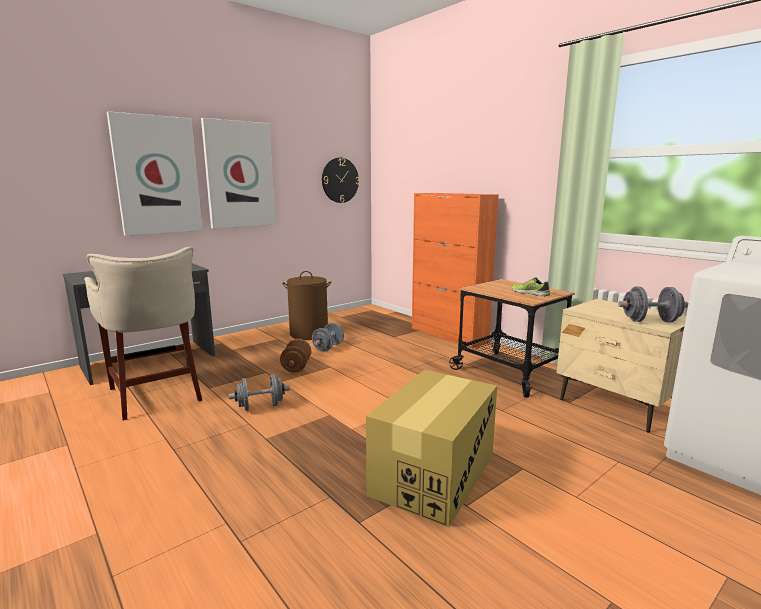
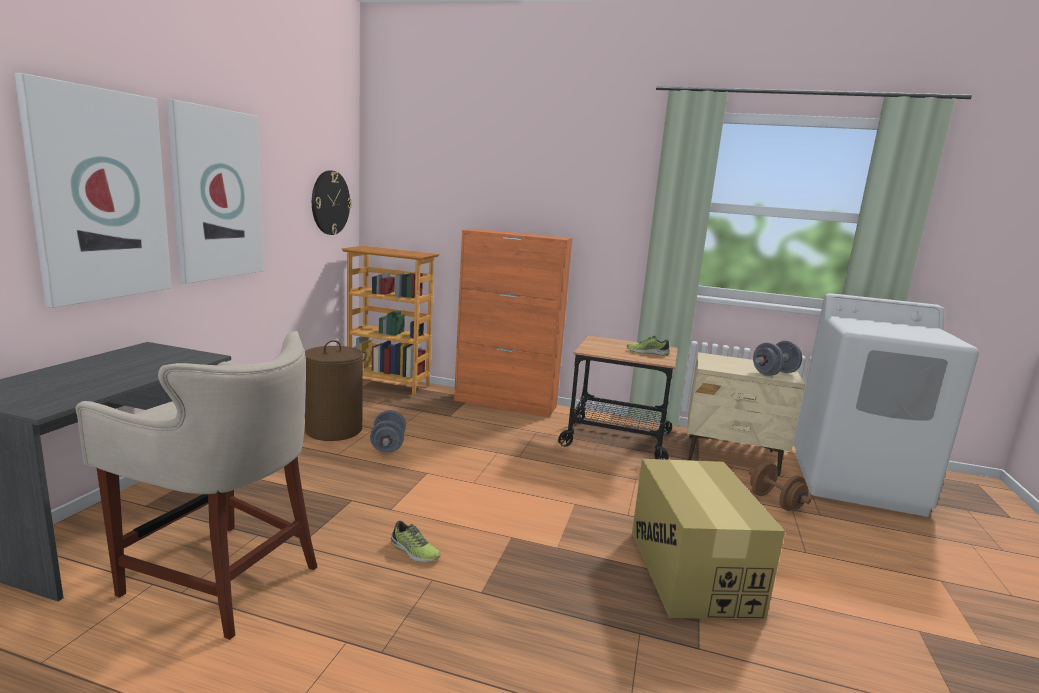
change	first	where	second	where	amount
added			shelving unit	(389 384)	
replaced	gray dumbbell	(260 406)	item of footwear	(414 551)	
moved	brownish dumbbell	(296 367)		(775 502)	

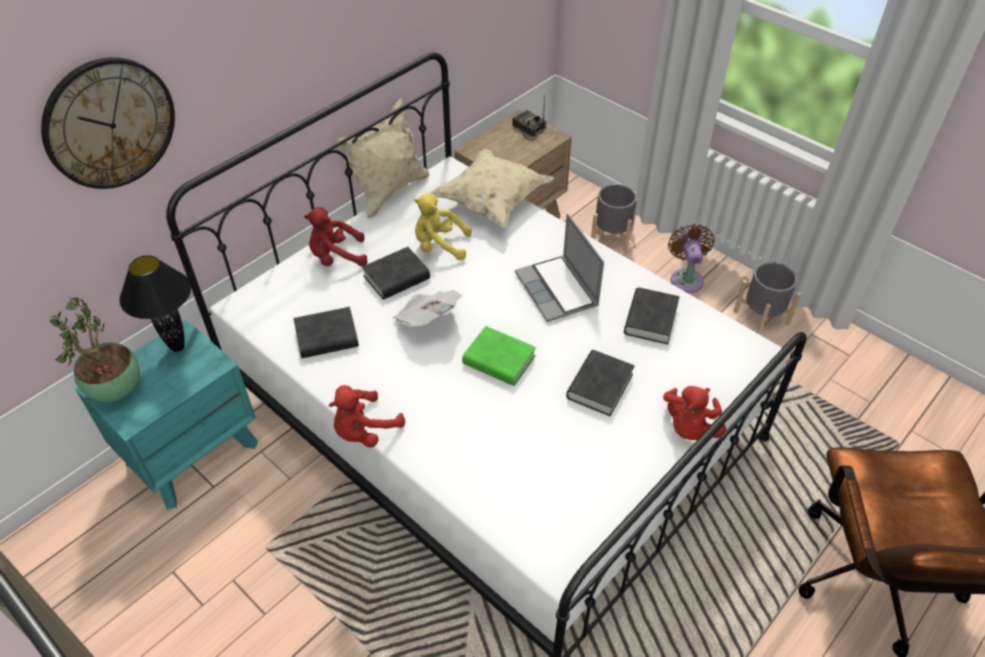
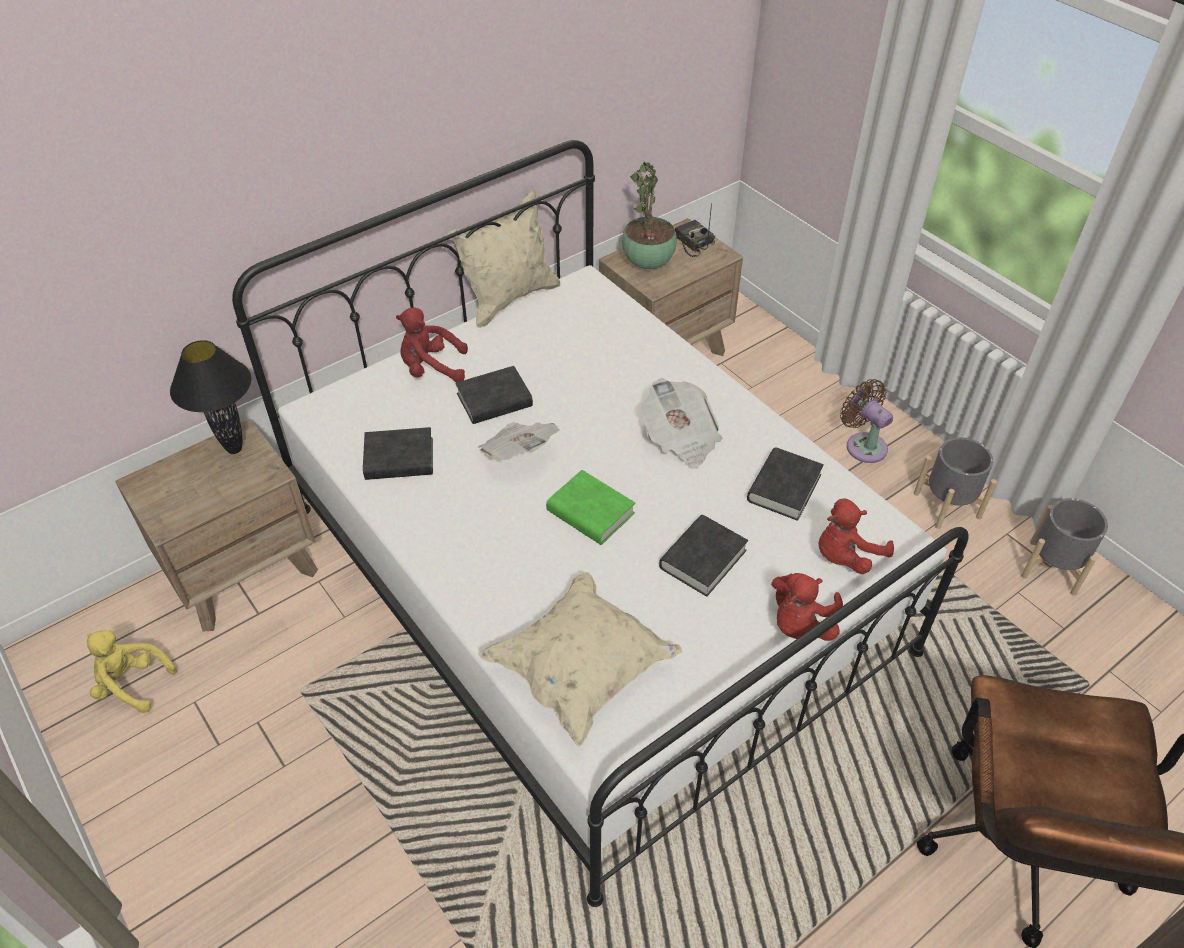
change	first	where	second	where	amount
moved	yellow-coloured soft toy	(439 246)		(132 684)	
recoloured	blue-green night table	(193 452)	brownish night table	(244 571)	
moved	beige-coloured pillow	(492 202)		(581 670)	
moved	potted plant	(116 391)		(648 264)	
replaced	notebook computer	(558 290)	printed paper	(680 439)	
moved	red soft toy	(364 431)		(845 555)	
turned	brownish fan	(686 278)		(863 445)	45 degrees counterclockwise
moved	gray plant pot	(611 237)		(1052 567)	
removed	clock on the wall	(109 123)			

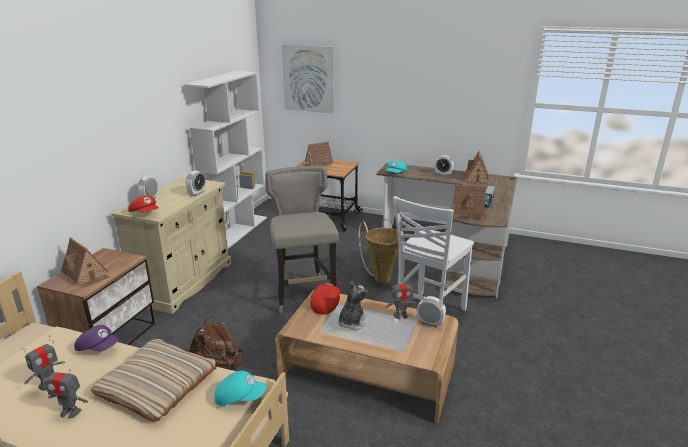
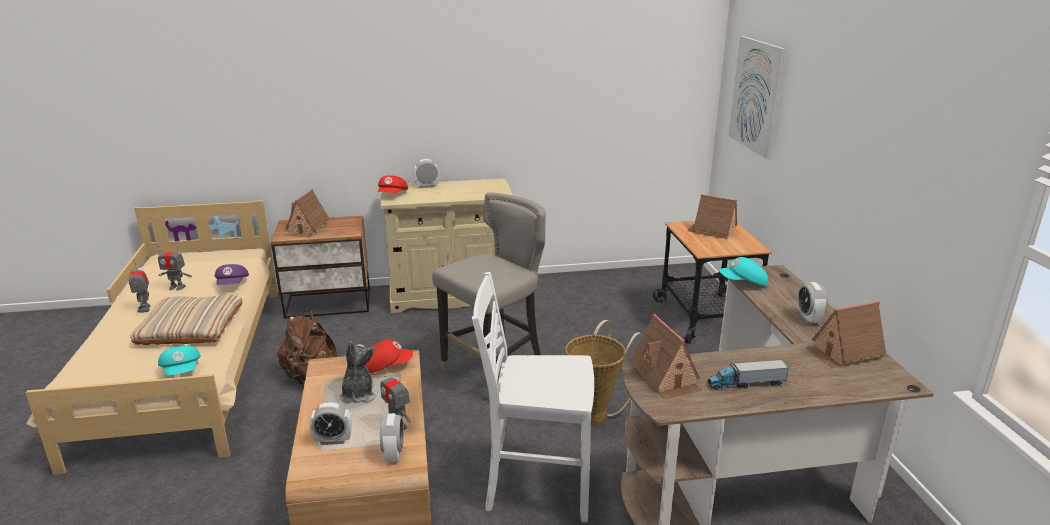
change	first	where	second	where	amount
moved	alarm clock	(197 193)		(333 440)	
turned	soft toy	(351 322)		(358 395)	90 degrees counterclockwise
removed	white shelving unit	(237 231)			

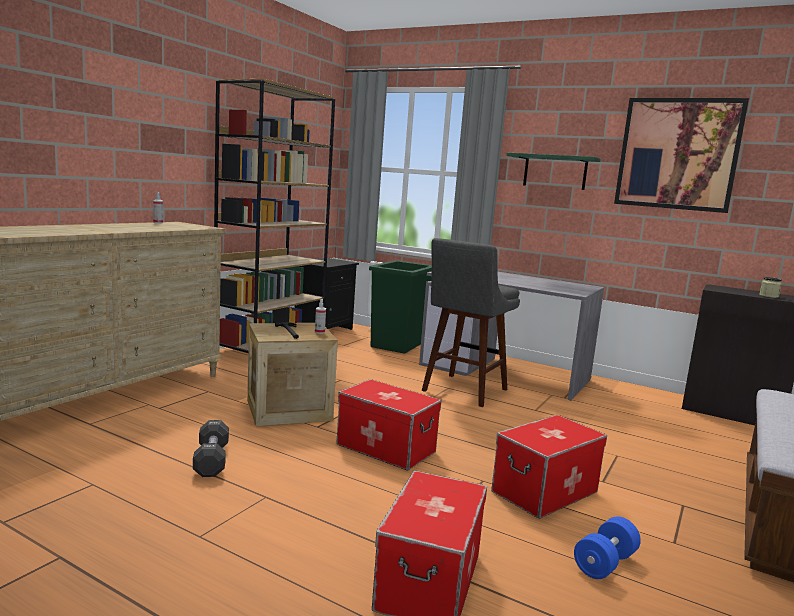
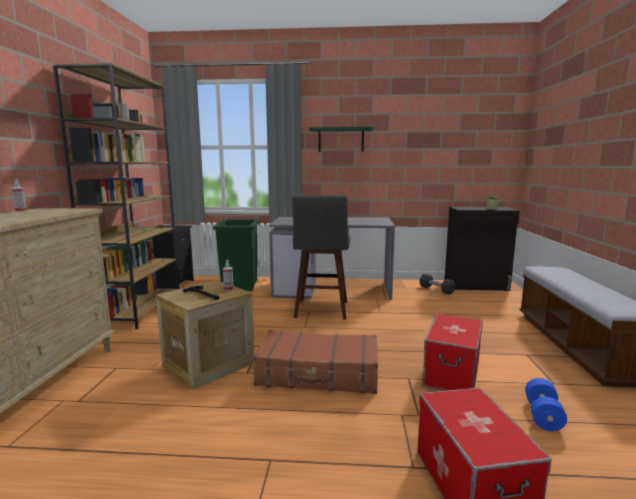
change	first	where	second	where	amount
replaced	storage container	(386 448)	brownish travel case	(318 374)	
moved	black dumbbell	(211 460)		(436 290)	
removed	picture	(678 154)			

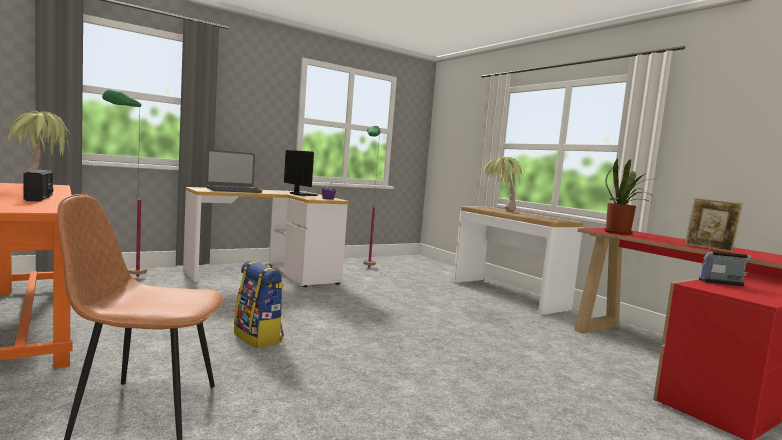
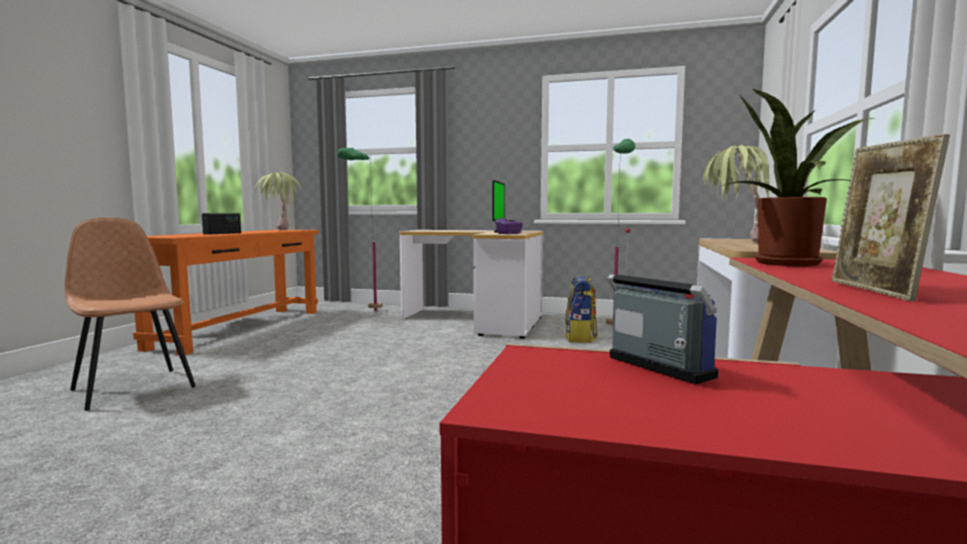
change	first	where	second	where	amount
moved	backpack	(259 337)		(580 338)	
removed	notebook computer	(233 190)			

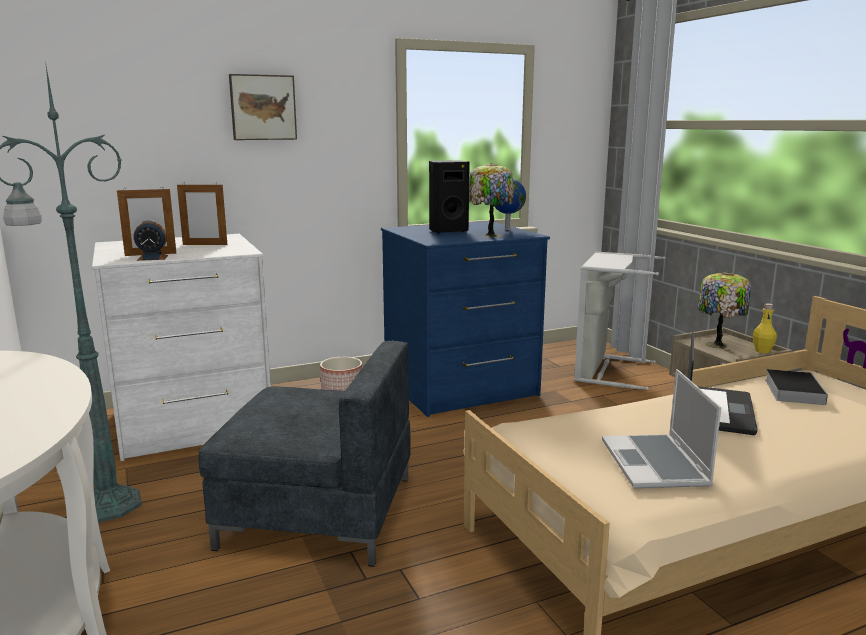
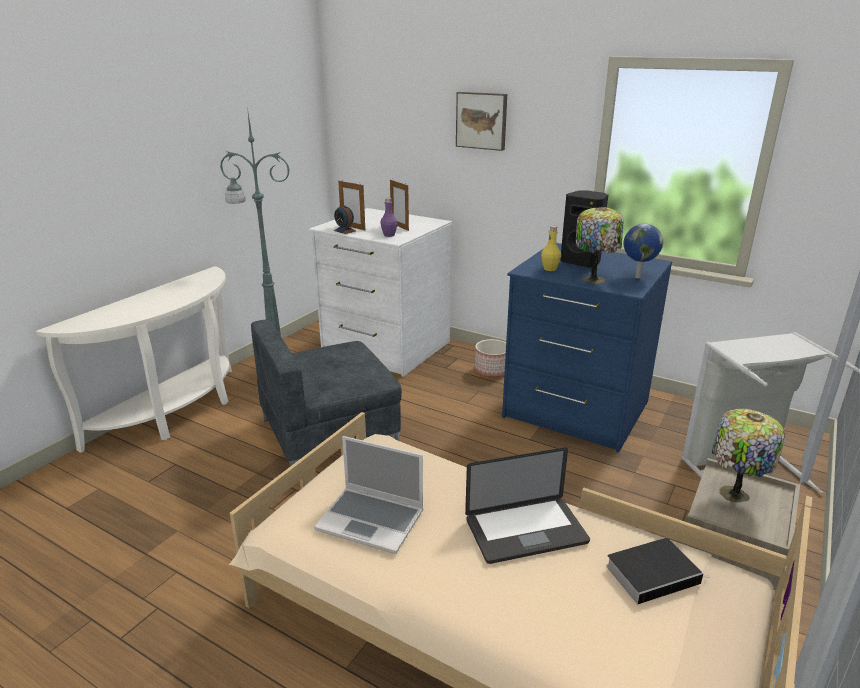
change	first	where	second	where	amount
turned	gray armchair	(317 510)		(331 433)	90 degrees clockwise
turned	notebook computer	(656 464)		(372 520)	120 degrees counterclockwise
added			purple drink bottle	(389 235)	
moved	yellow-coloured drink bottle	(762 351)		(550 269)	

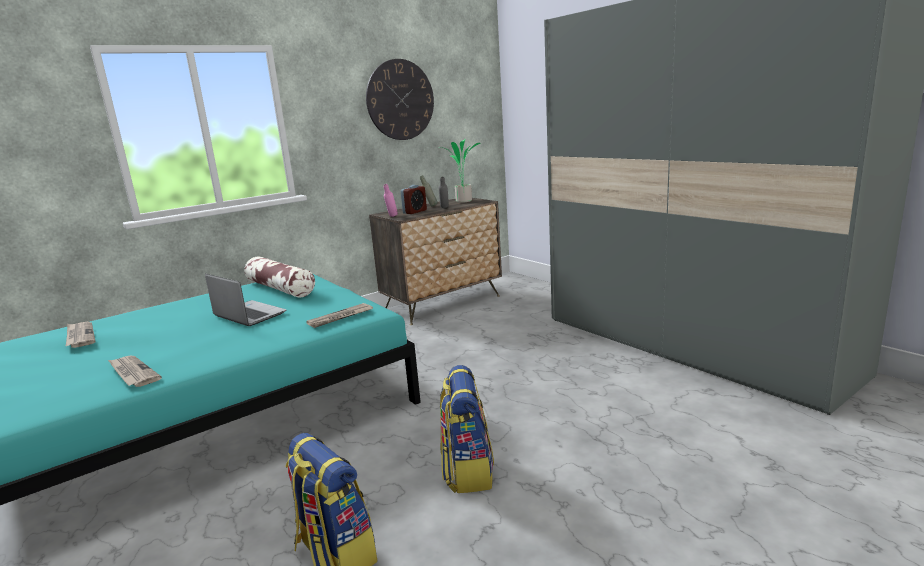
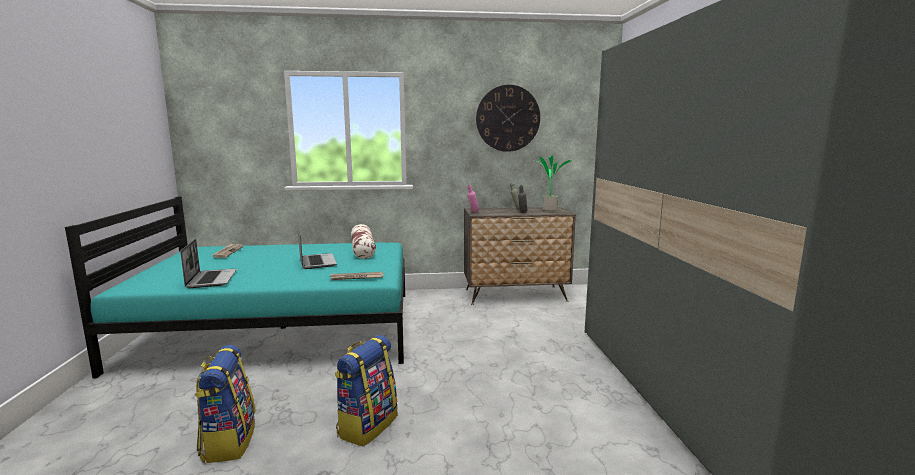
change	first	where	second	where	amount
replaced	printed paper	(133 373)	notebook computer	(211 279)	
removed	alarm clock	(415 212)			

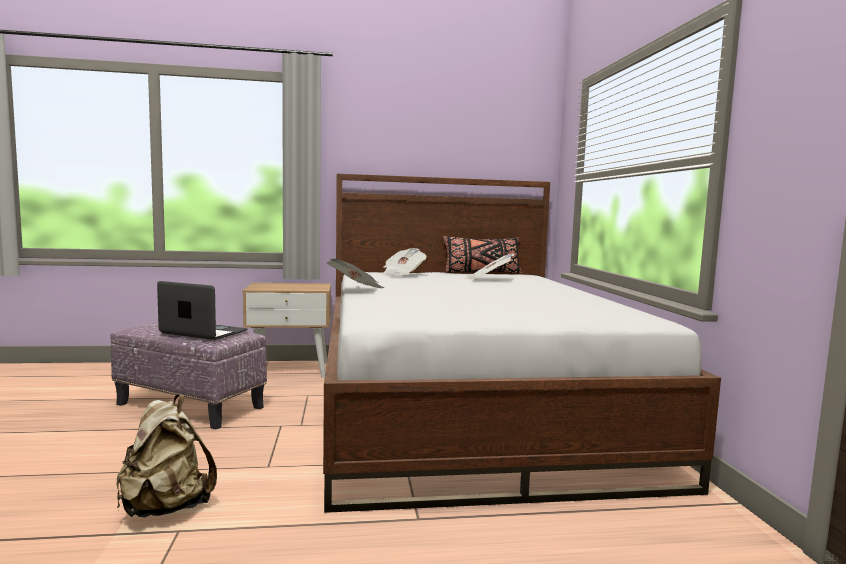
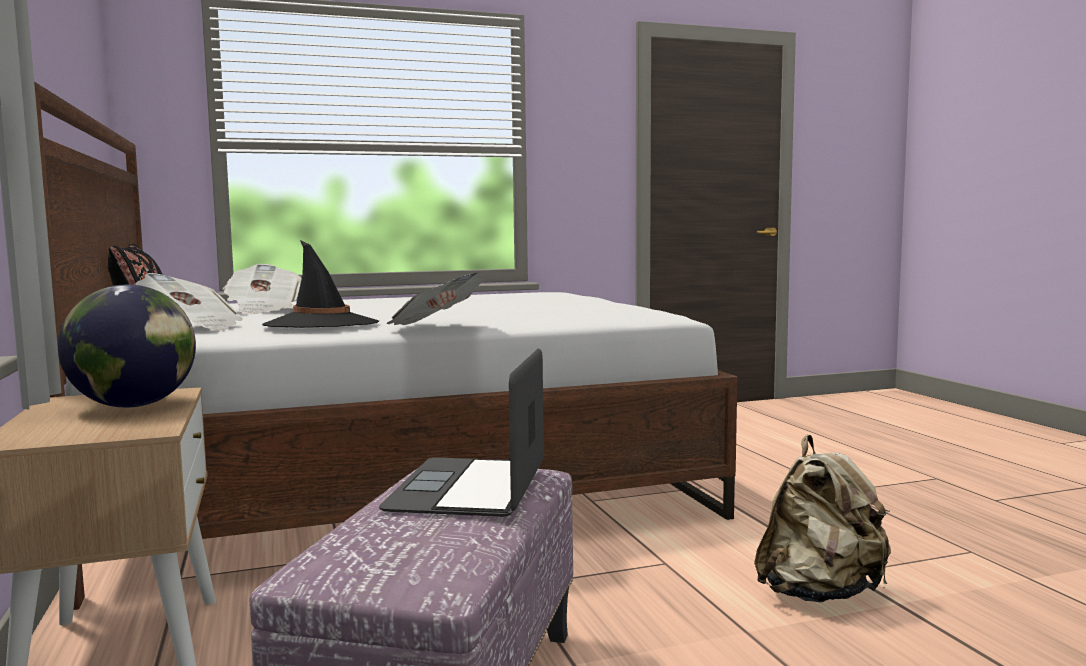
change	first	where	second	where	amount
added			world globe	(134 406)	
added			black wearable hat	(321 325)	

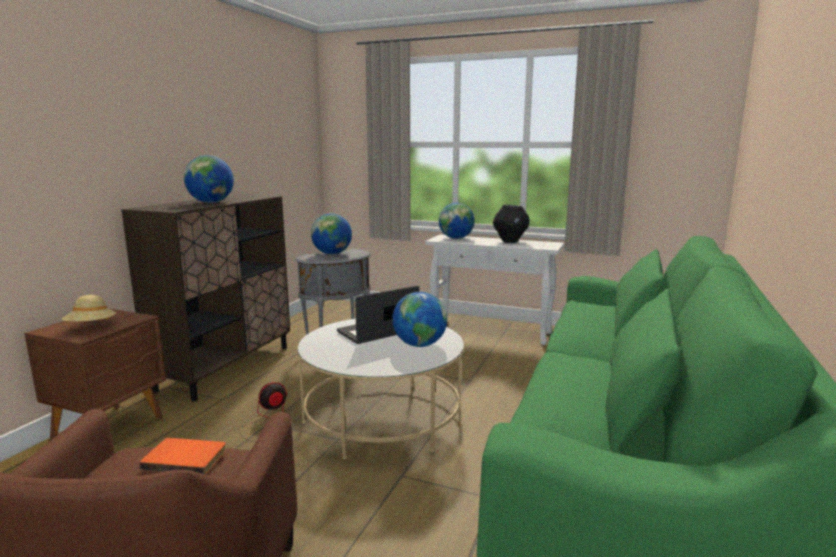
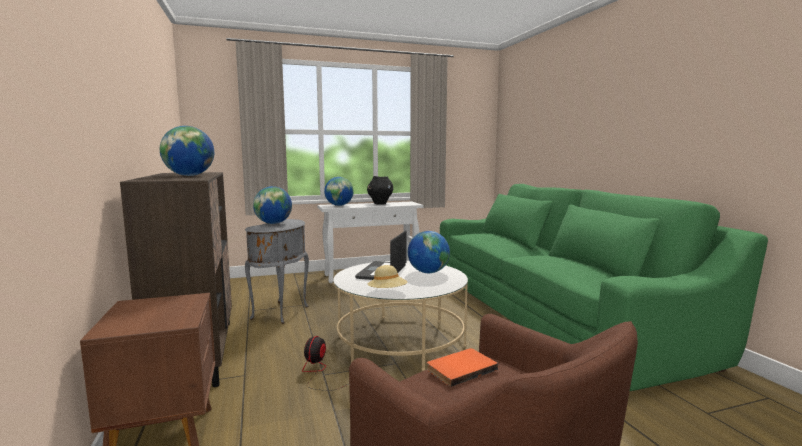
change	first	where	second	where	amount
moved	beige-coloured wearable hat	(91 327)		(387 292)	

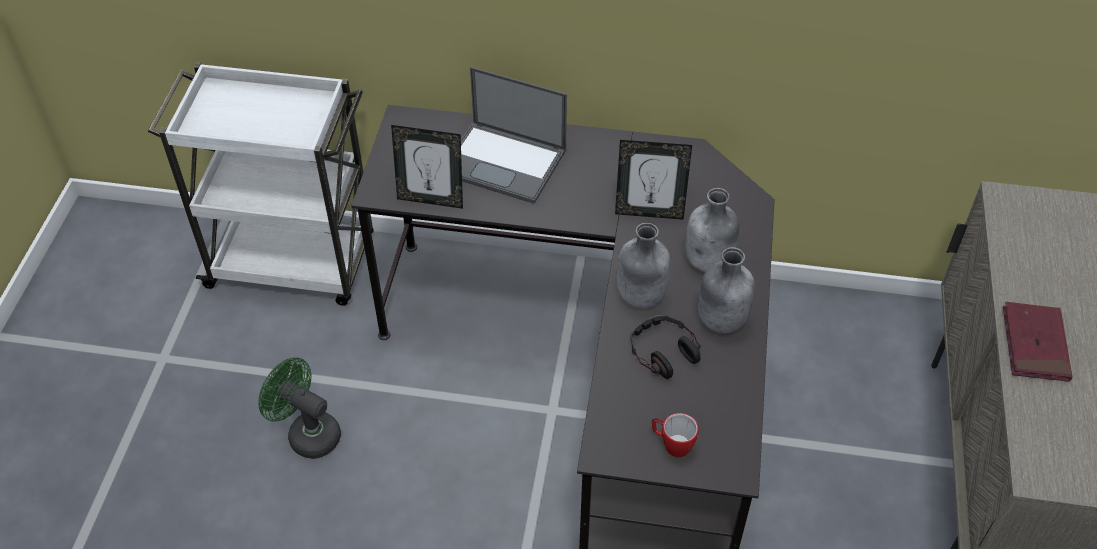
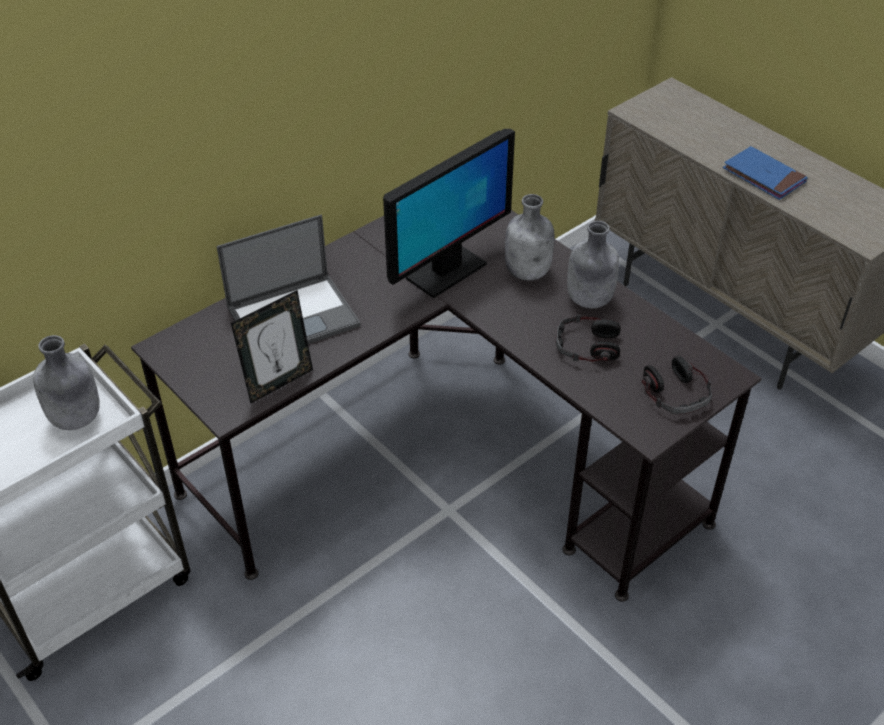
change	first	where	second	where	amount
moved	gray drink bottle	(640 296)		(76 419)	
replaced	photo frame	(649 212)	computer screen	(445 272)	
replaced	coffee mug	(672 444)	headphones	(676 393)	
recoloured	red book	(1034 344)	bluish book	(763 176)	
removed	green fan	(307 433)			

